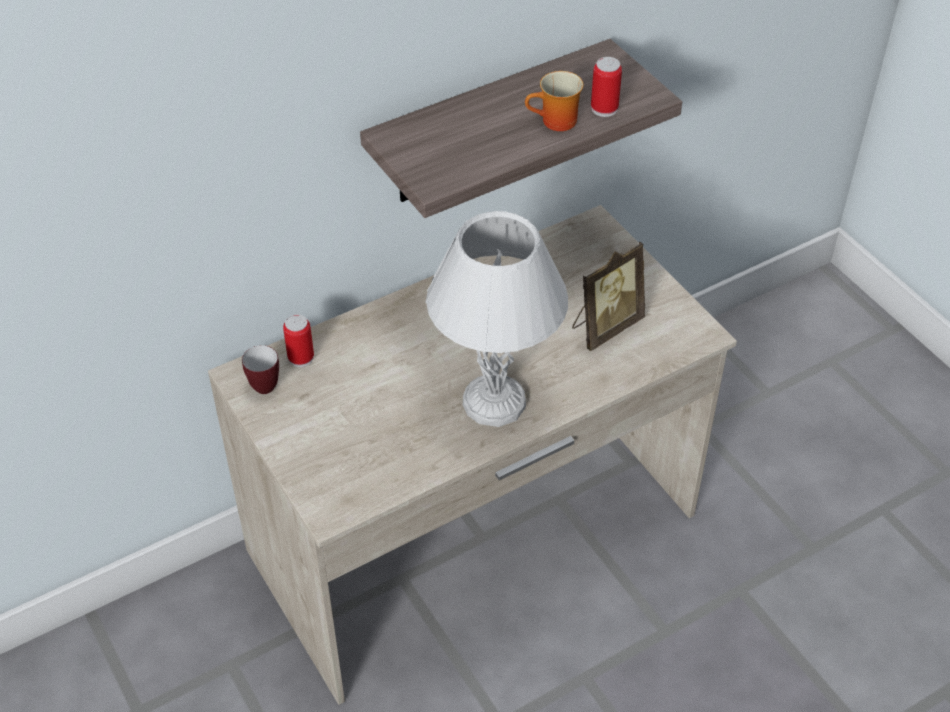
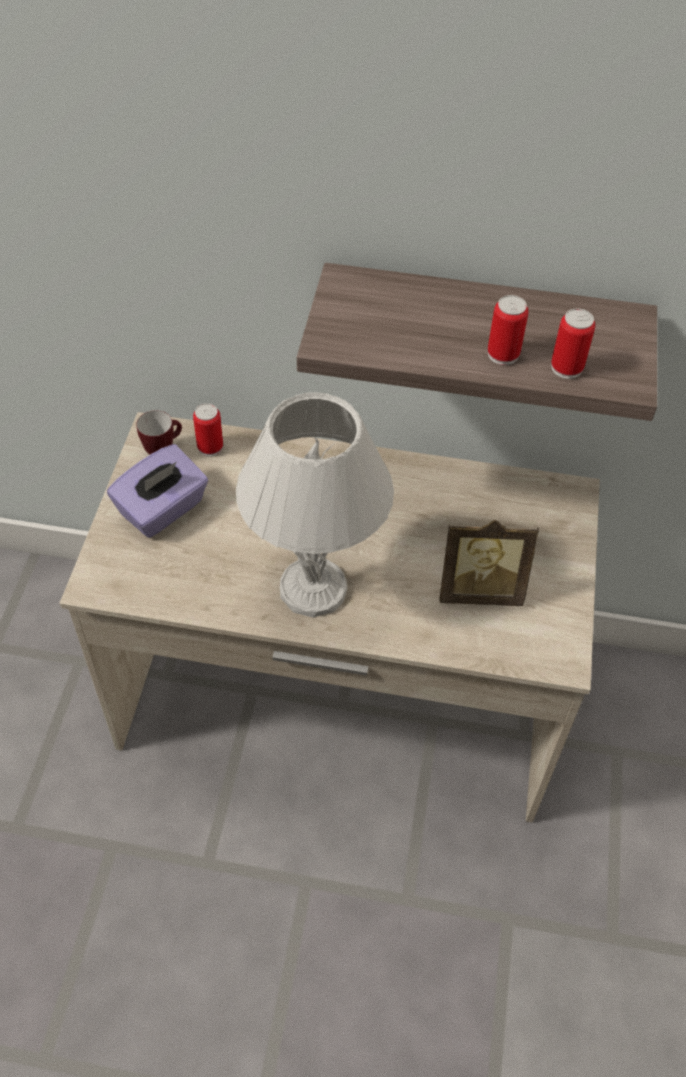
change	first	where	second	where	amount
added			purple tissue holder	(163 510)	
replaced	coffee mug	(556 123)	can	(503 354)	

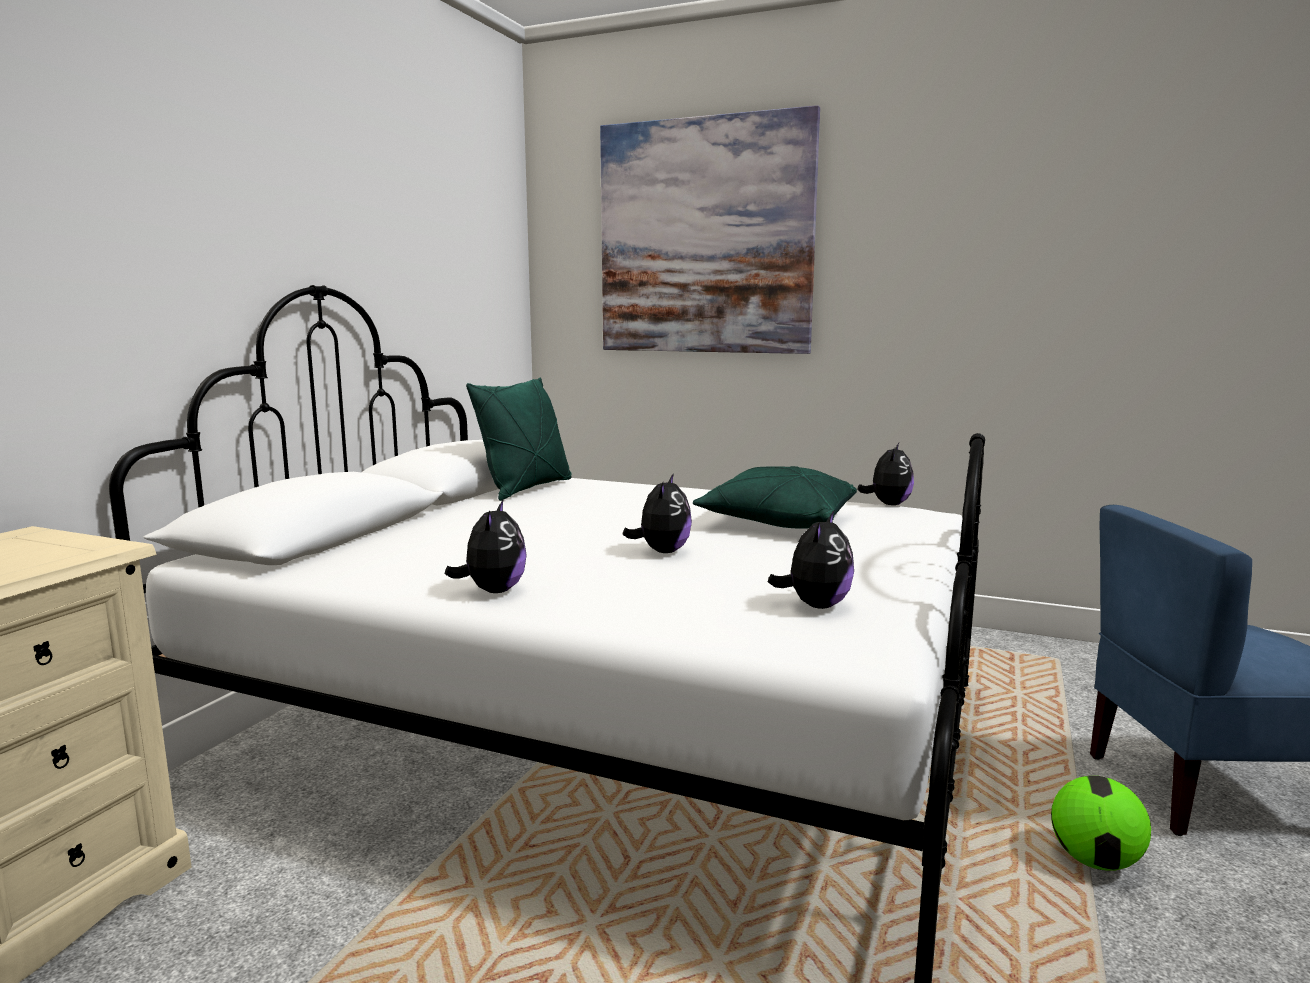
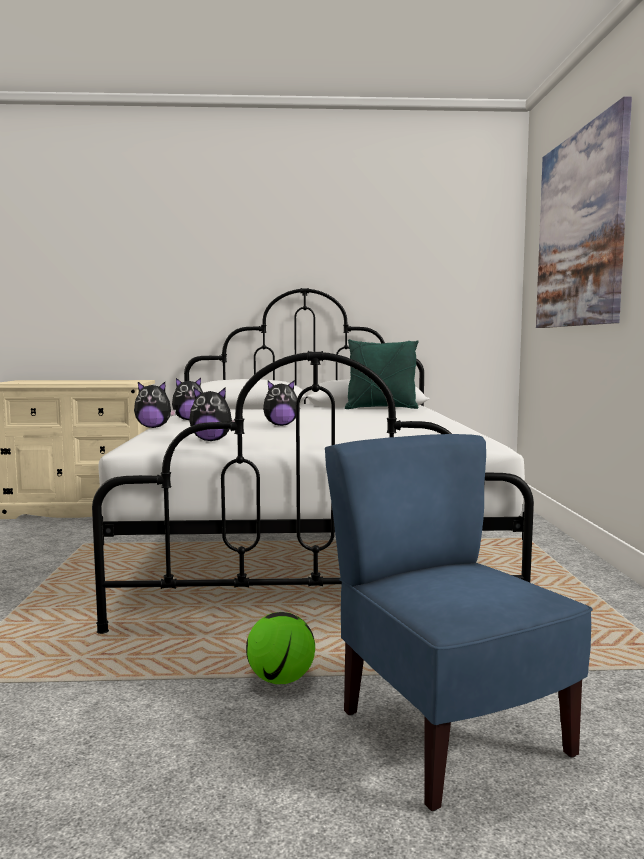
change	first	where	second	where	amount
moved	soft toy	(888 504)		(153 427)	
removed	green pillow	(777 522)			

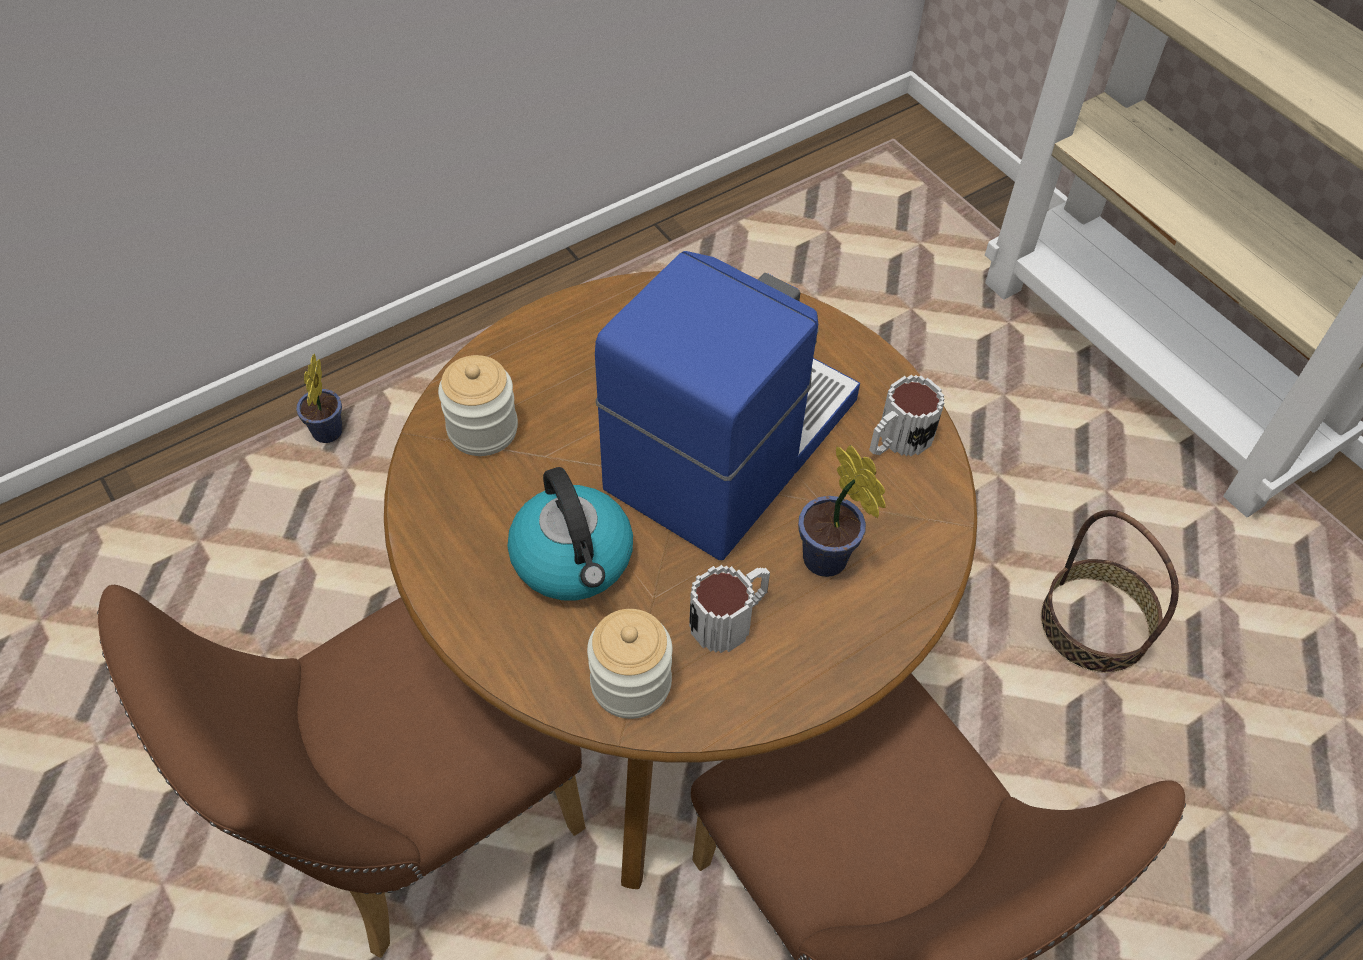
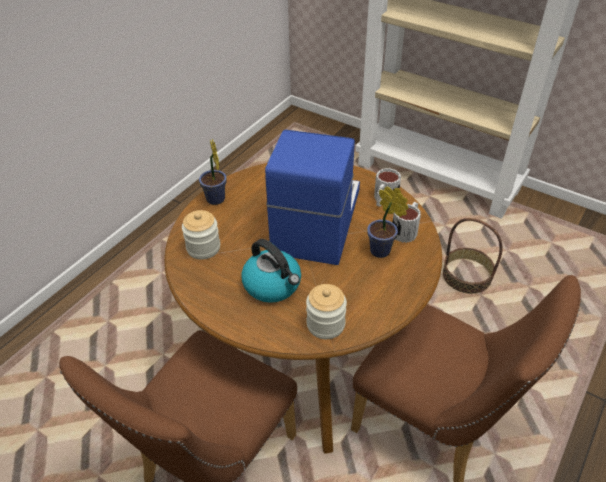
change	first	where	second	where	amount
moved	potted plant	(326 436)		(216 201)	
moved	coffee mug	(730 618)		(406 230)	

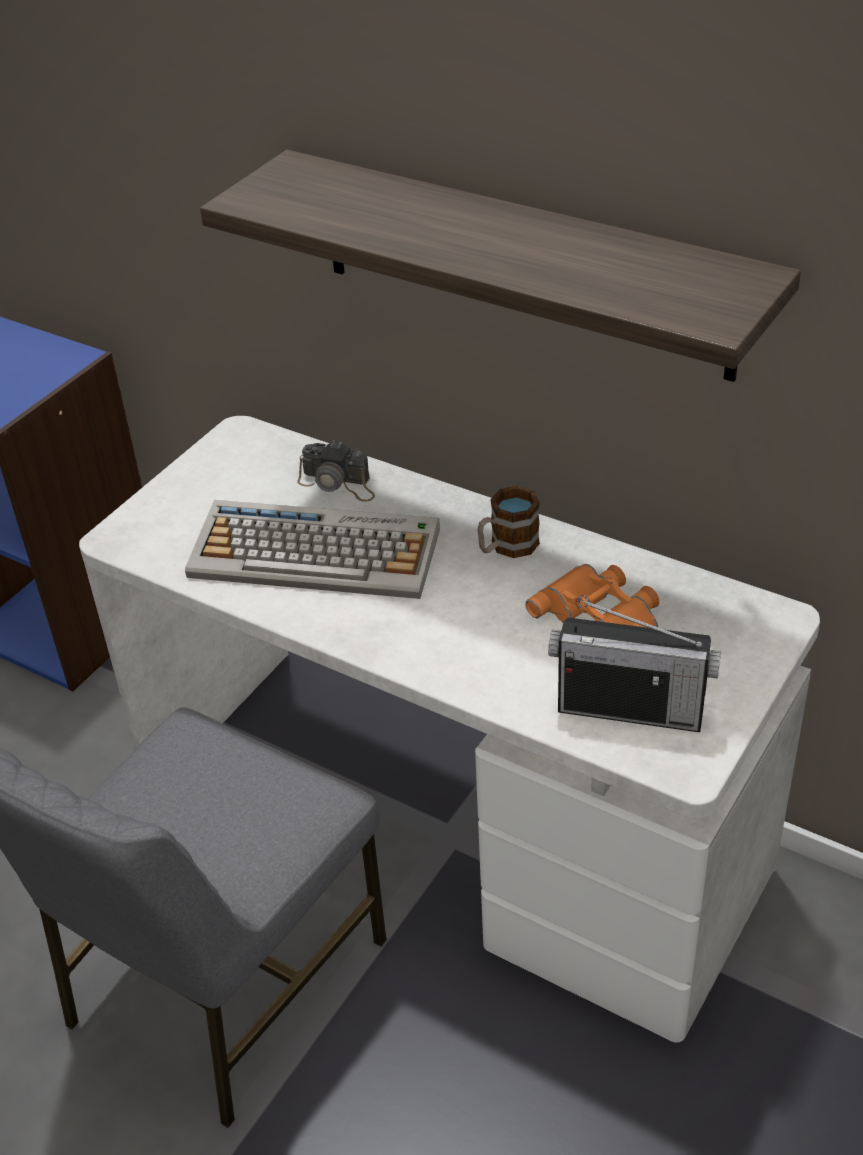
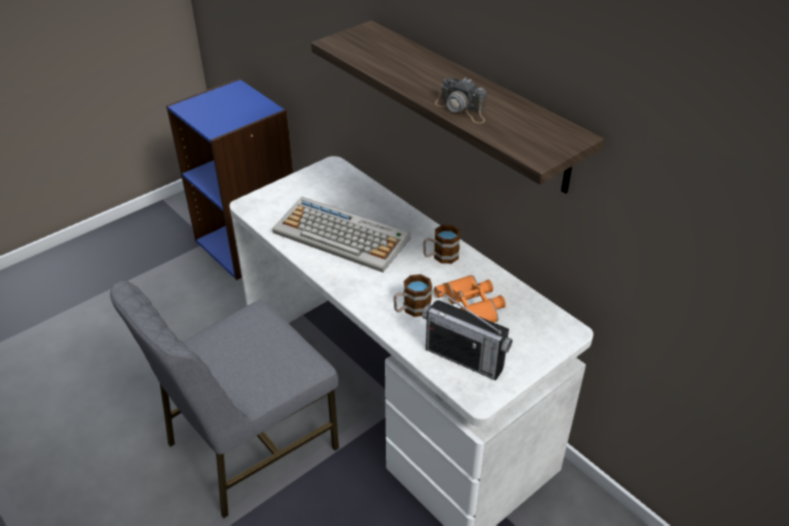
change	first	where	second	where	amount
added			coffee mug	(411 309)	
moved	still camera	(338 484)		(462 109)	

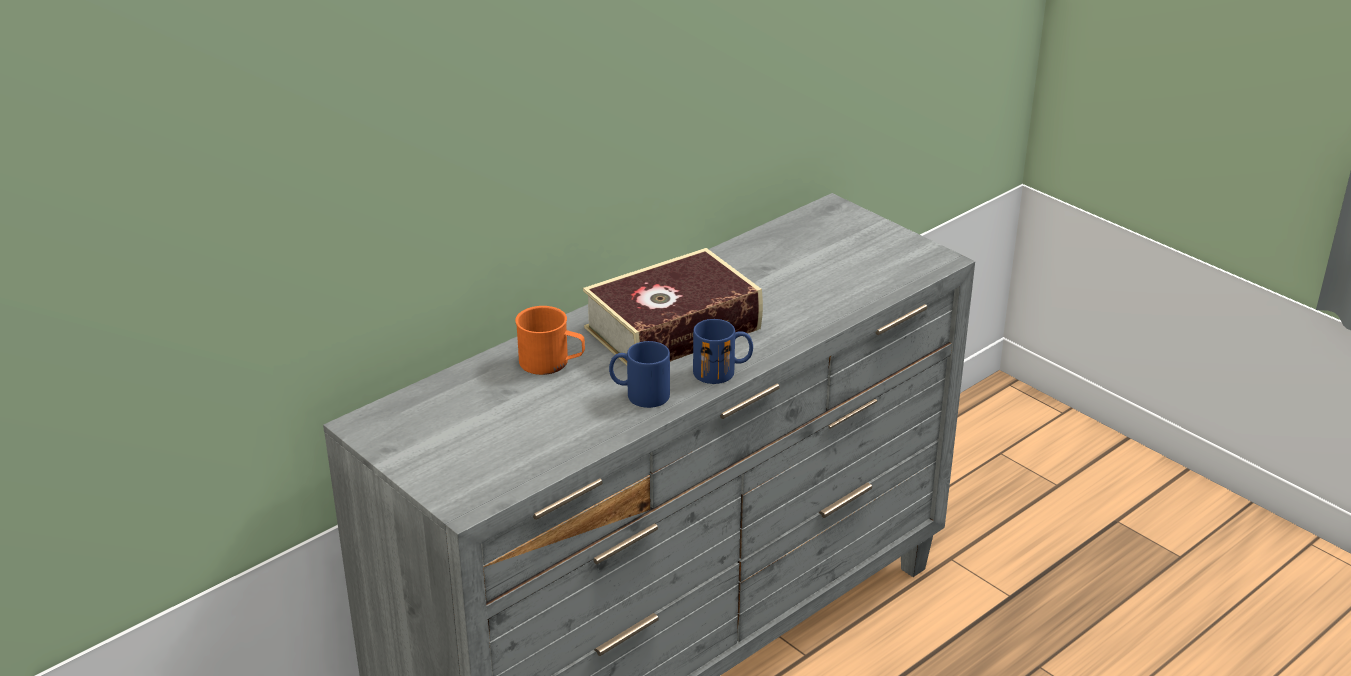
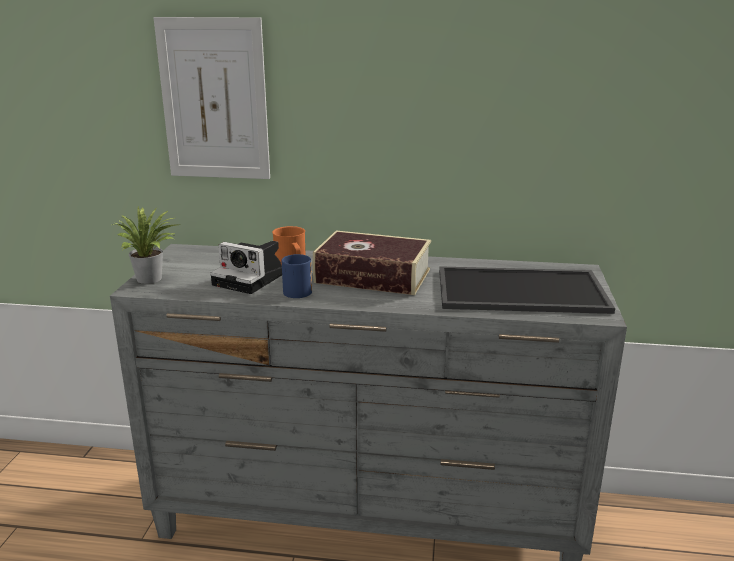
change	first	where	second	where	amount
added			potted plant	(152 279)	
added			picture	(214 100)	
added			still camera	(252 279)	
added			carrying tray	(519 292)	
removed	bluish coffee mug	(722 371)			

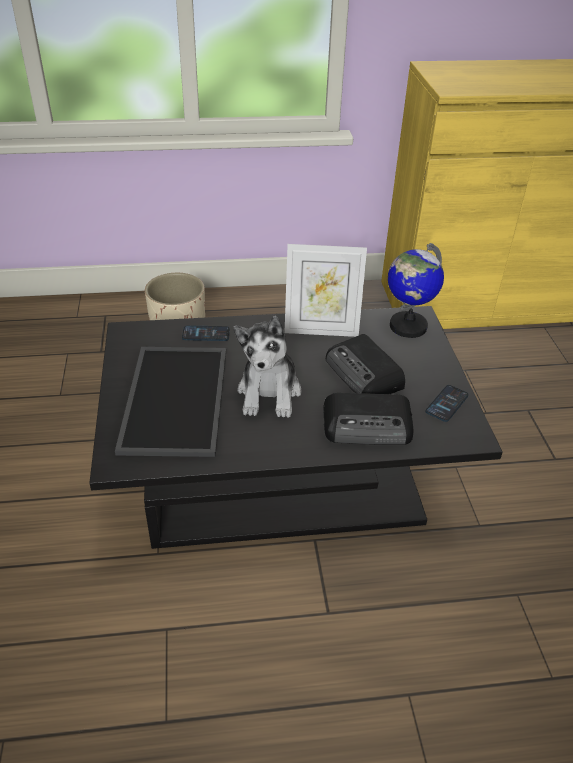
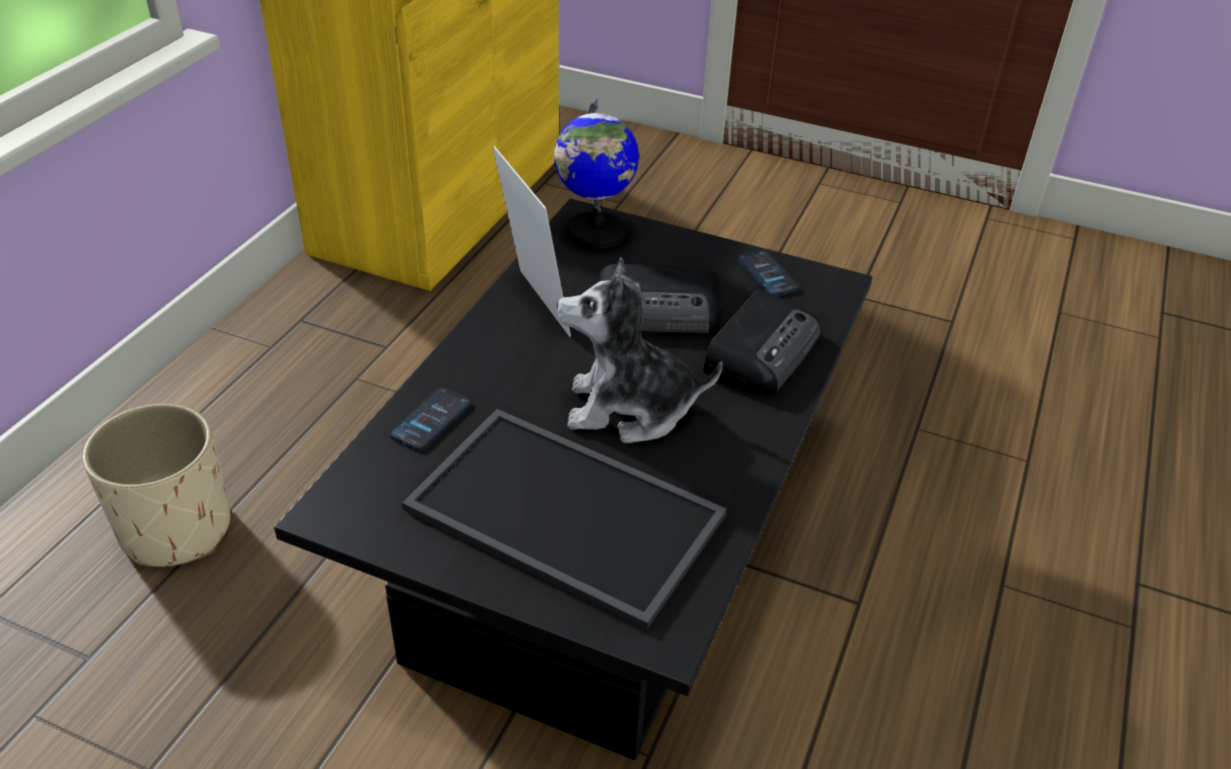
change	first	where	second	where	amount
turned	photo frame	(321 330)		(533 305)	60 degrees counterclockwise
turned	soft toy	(269 393)		(629 409)	150 degrees clockwise

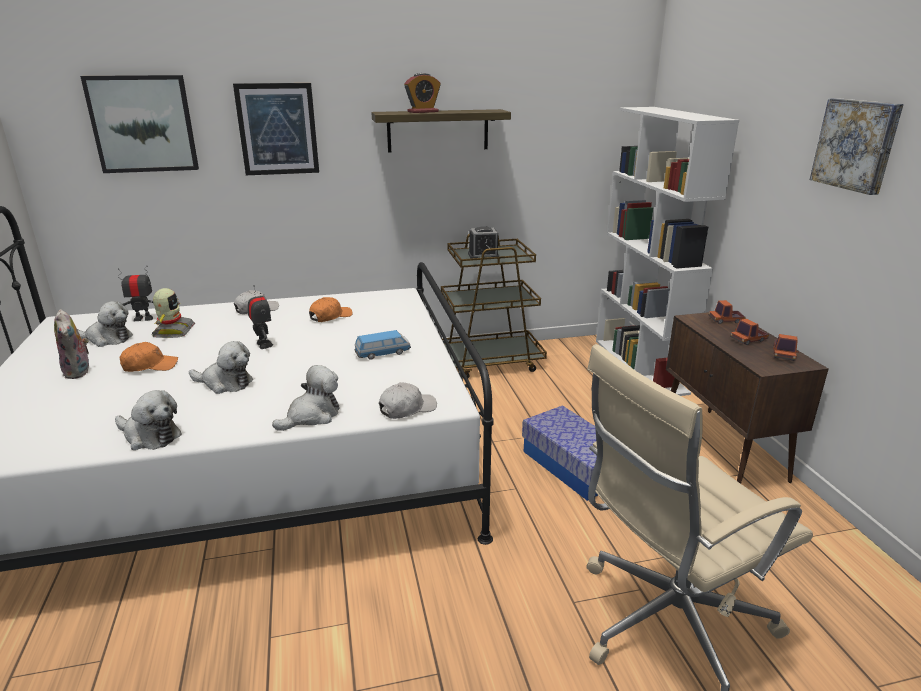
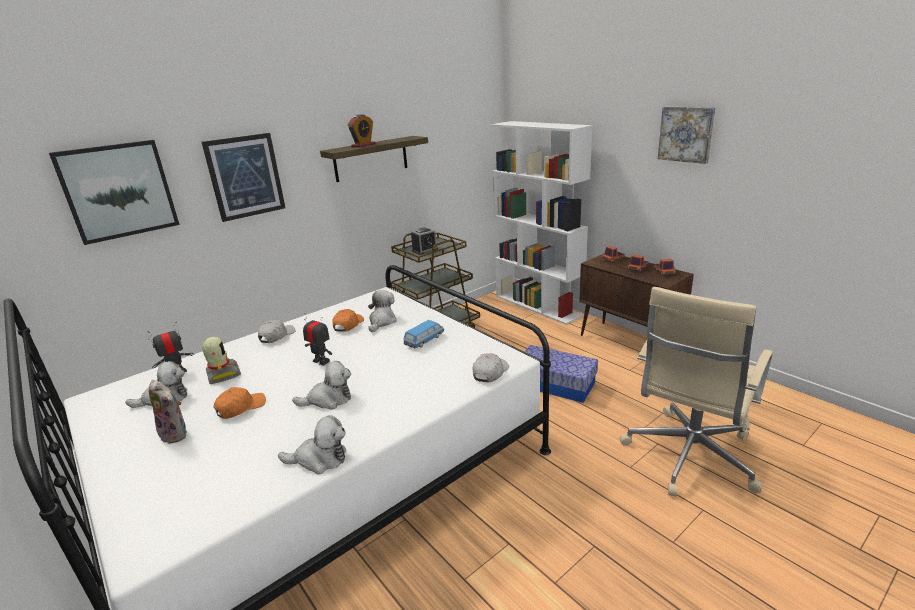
change	first	where	second	where	amount
moved	soft toy	(312 416)		(382 321)	

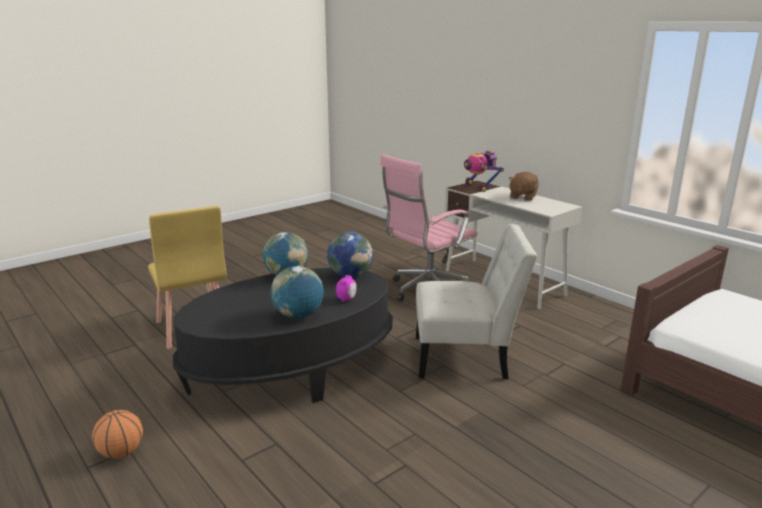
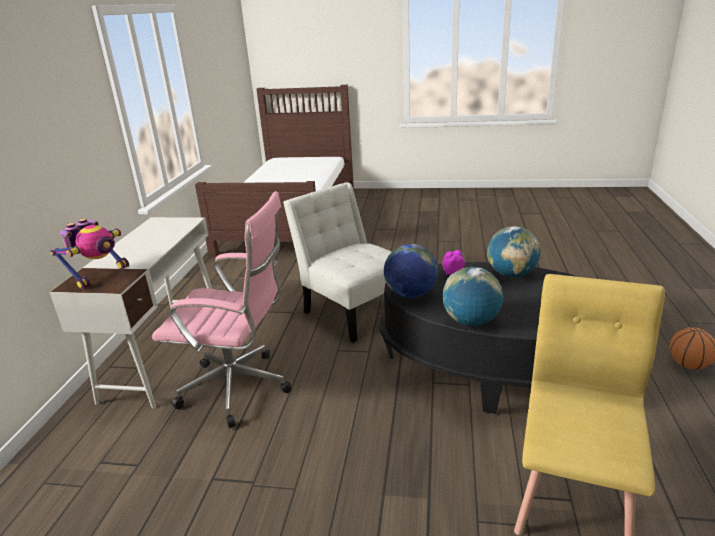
change	first	where	second	where	amount
removed	brownish soft toy	(522 197)			

